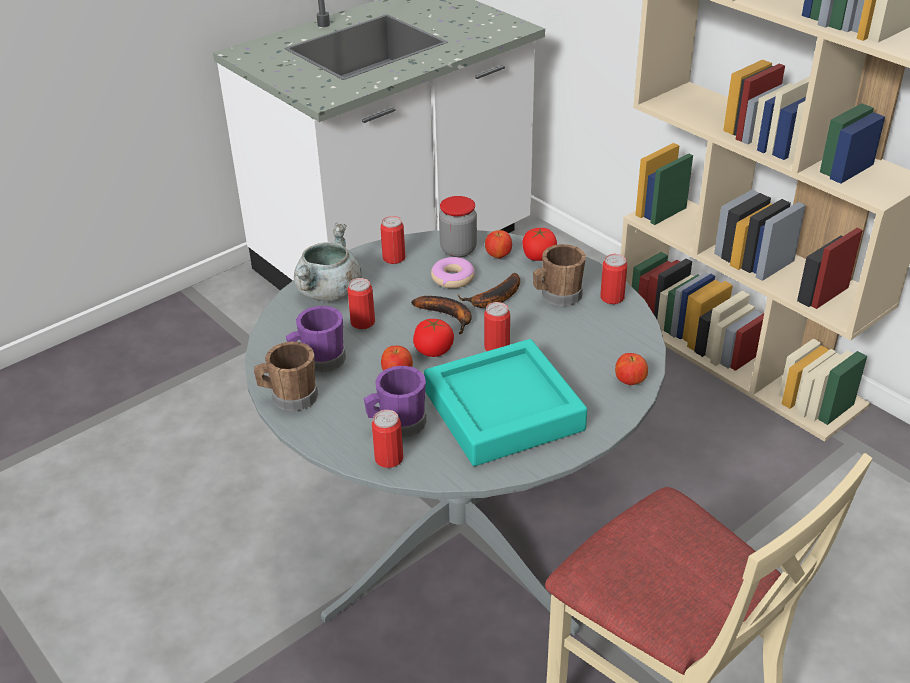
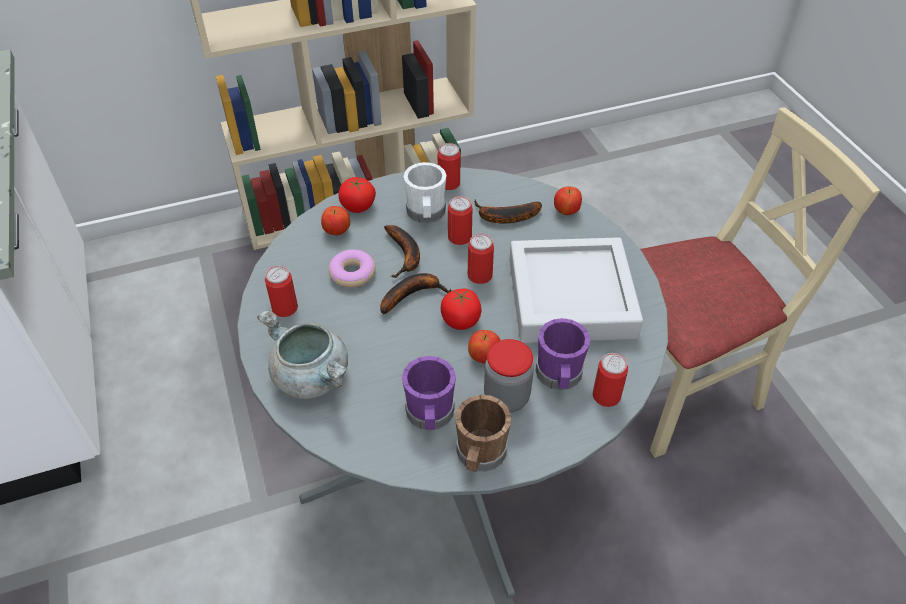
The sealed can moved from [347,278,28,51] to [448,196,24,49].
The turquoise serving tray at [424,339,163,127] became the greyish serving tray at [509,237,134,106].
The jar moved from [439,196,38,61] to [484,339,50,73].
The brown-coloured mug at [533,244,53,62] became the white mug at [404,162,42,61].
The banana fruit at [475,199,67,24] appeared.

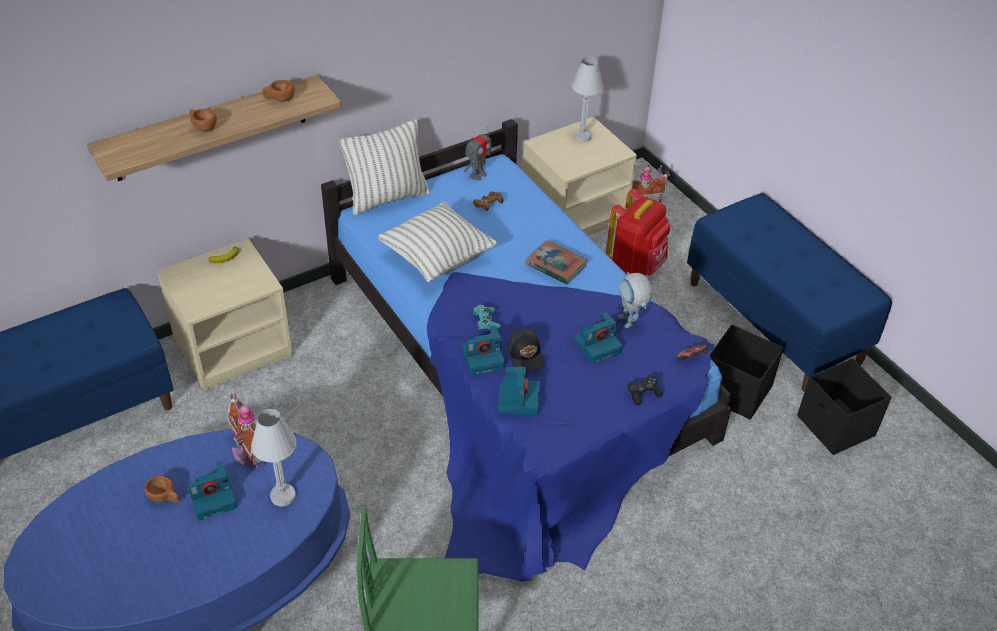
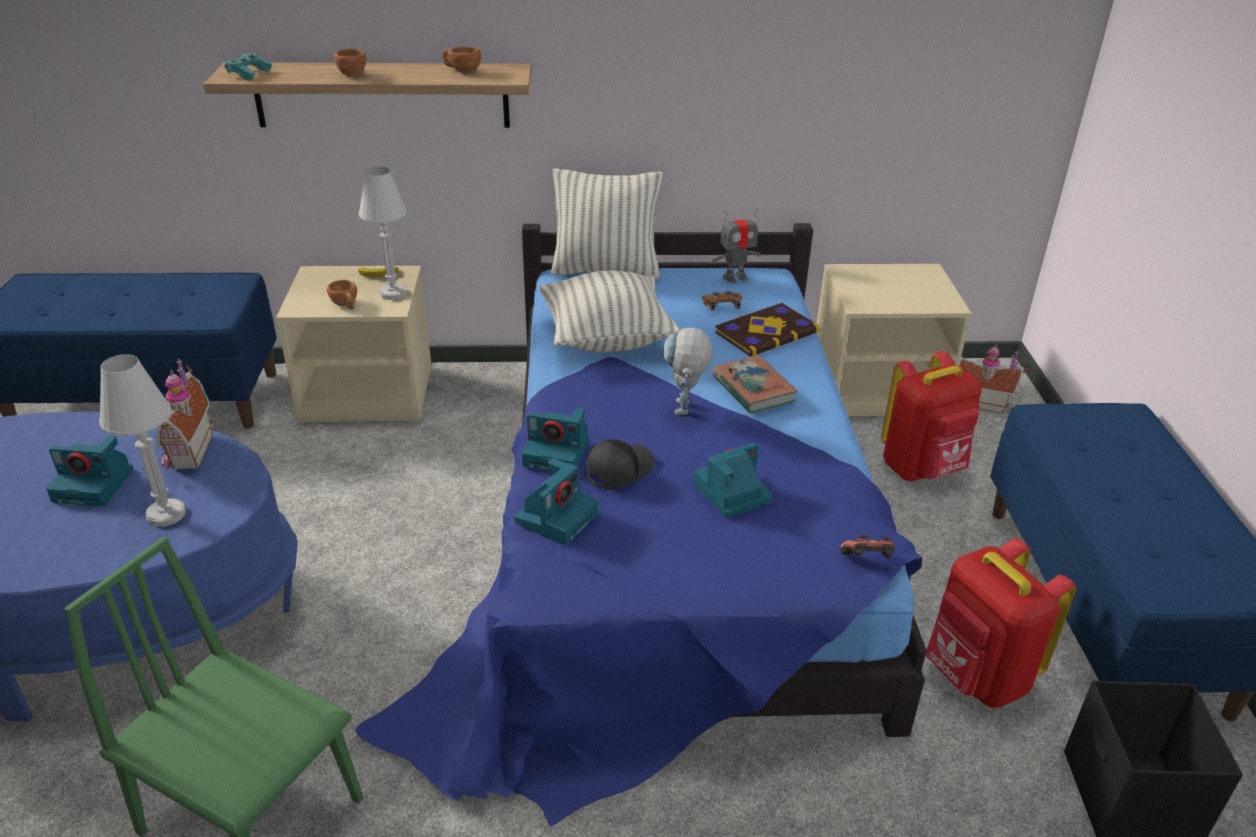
The brown-coloured drinking cup moved from [144,475,35,28] to [327,280,30,29].
The turquoise joypad moved from [472,305,29,25] to [225,53,47,27].
The blackish baseball cap at [507,329,38,43] turned 150 degrees counterclockwise.
The white table lamp moved from [572,57,31,85] to [359,167,48,133].
The photo camera at [573,312,49,52] turned 150 degrees clockwise.
The toy robot moved from [618,272,35,56] to [663,328,50,87].
The blackish joypad at [627,376,36,30] disappeared.
The blackish storage box at [710,324,74,95] was replaced by the reddish backpack at [925,538,151,170].
The book at [715,303,105,54] appeared.

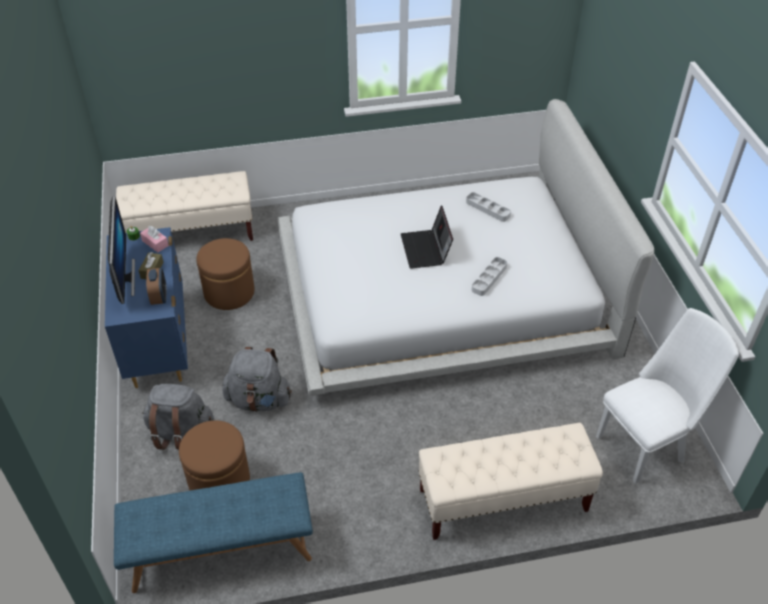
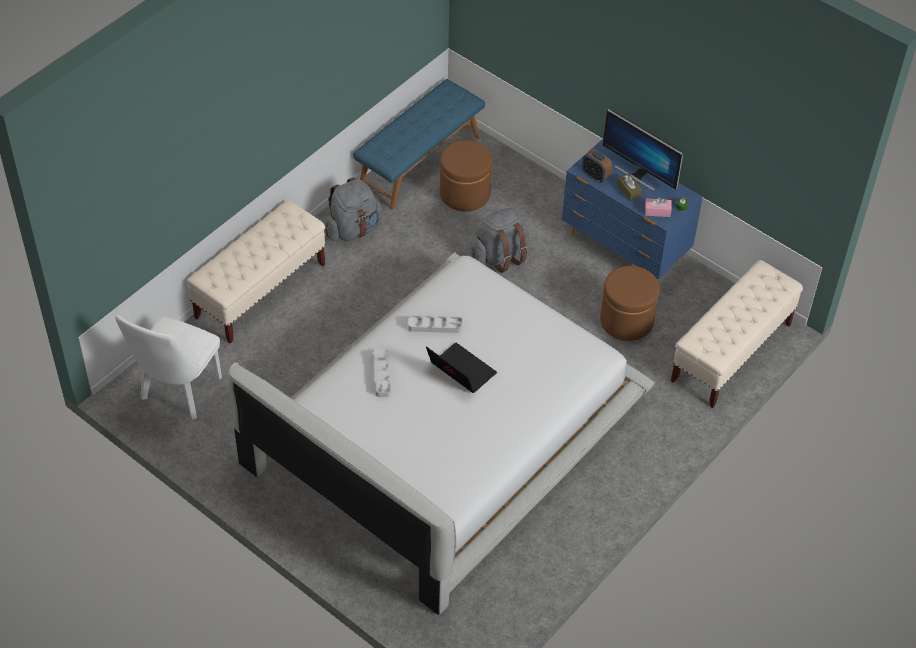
The greyish backpack moved from [142,384,72,66] to [324,177,59,64].
The greyish serving tray moved from [466,192,45,30] to [408,316,54,17].

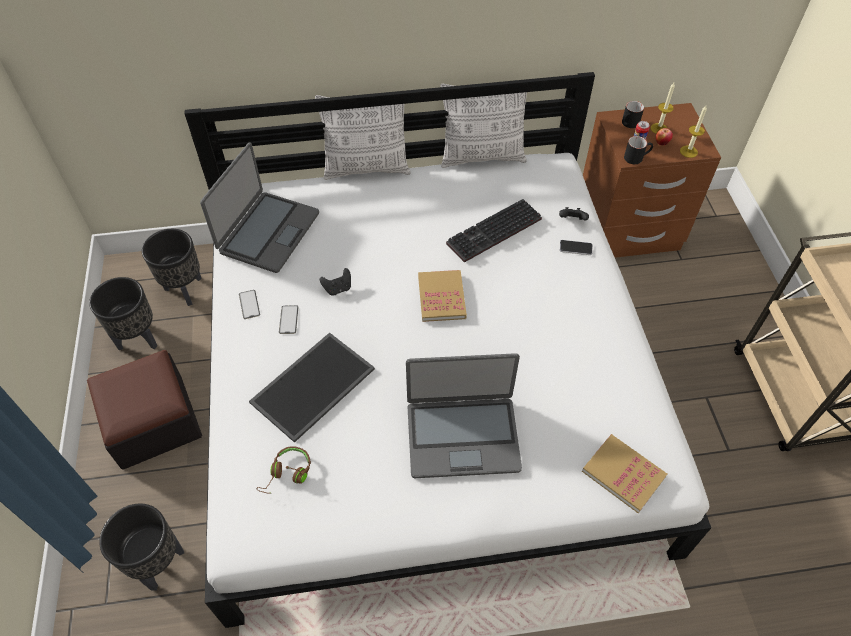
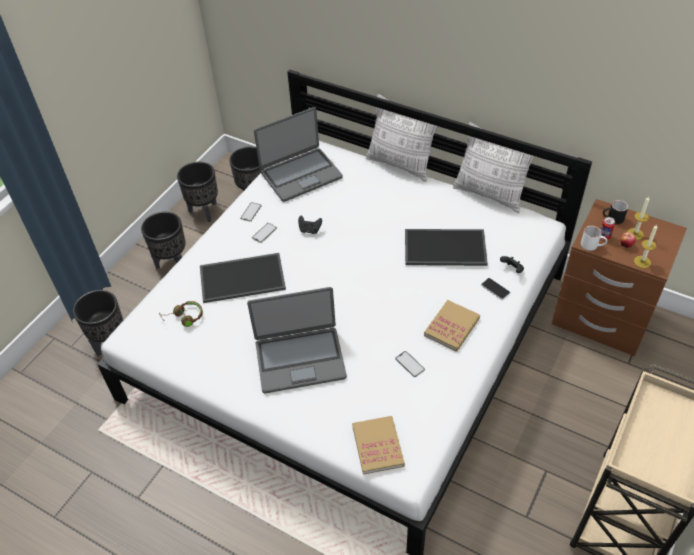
The footrest at [87,350,115,120] was replaced by the blackish planter at [141,212,45,57].
The portable computer at [406,353,116,125] turned 45 degrees counterclockwise.
The book moved from [418,270,49,52] to [424,300,56,51].
The keyboard at [446,199,96,64] was replaced by the serving tray at [405,229,83,37].
The blackish mug at [624,136,29,28] became the white mug at [581,226,26,25].
The phone at [395,351,30,26] appeared.

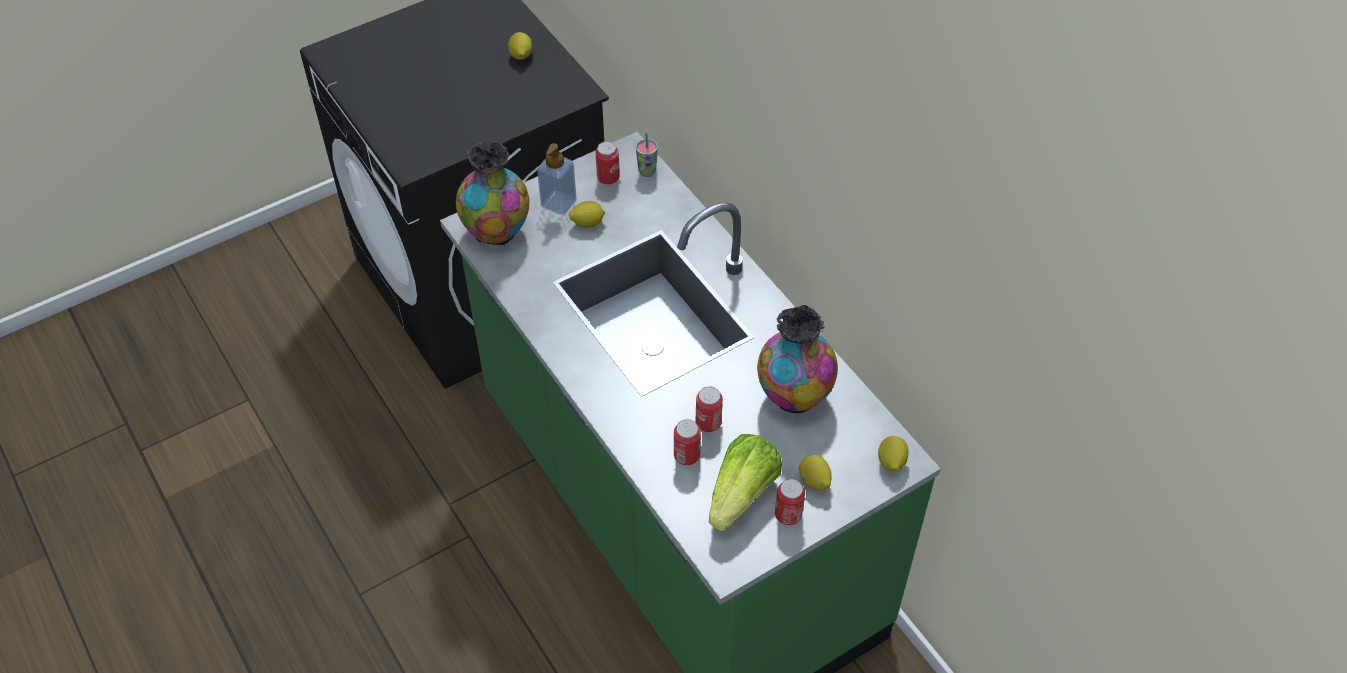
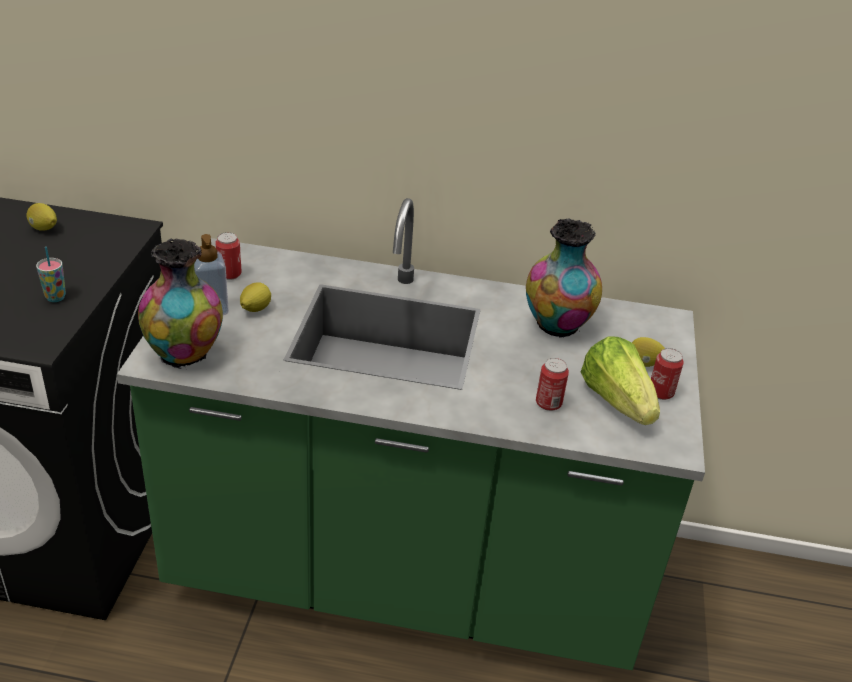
The drinking cup moved from [636,133,22,44] to [36,247,30,55].
The sealed can at [696,386,27,46] disappeared.
The citrus fruit at [878,436,30,36] disappeared.

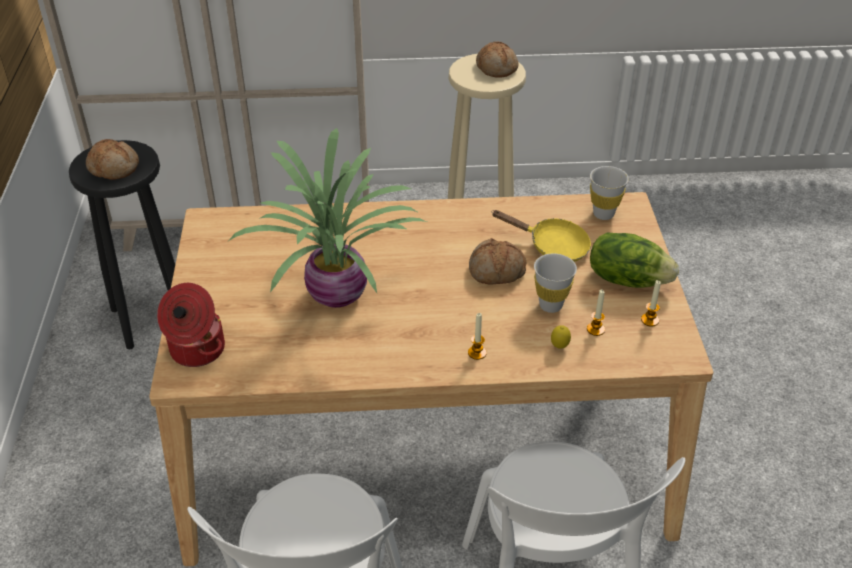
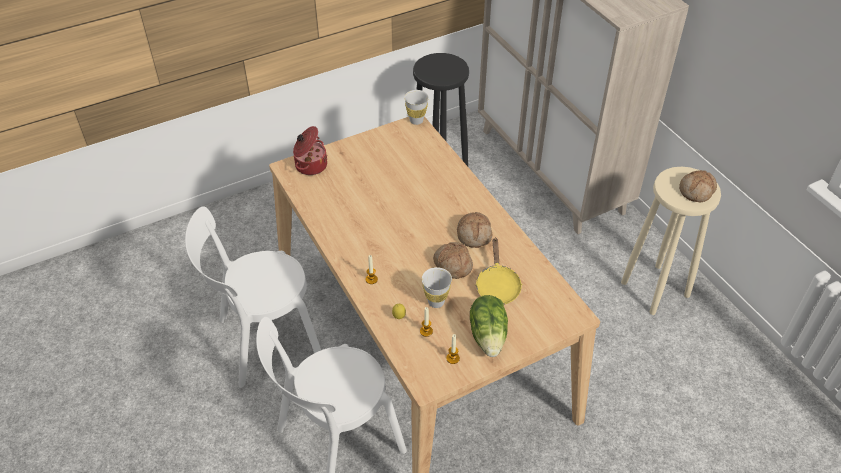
The bakery bread moved from [86,139,53,41] to [457,212,35,36].
The plant in a pot at [228,128,199,180] disappeared.
The white drinking cup moved from [590,166,39,54] to [404,90,25,35].

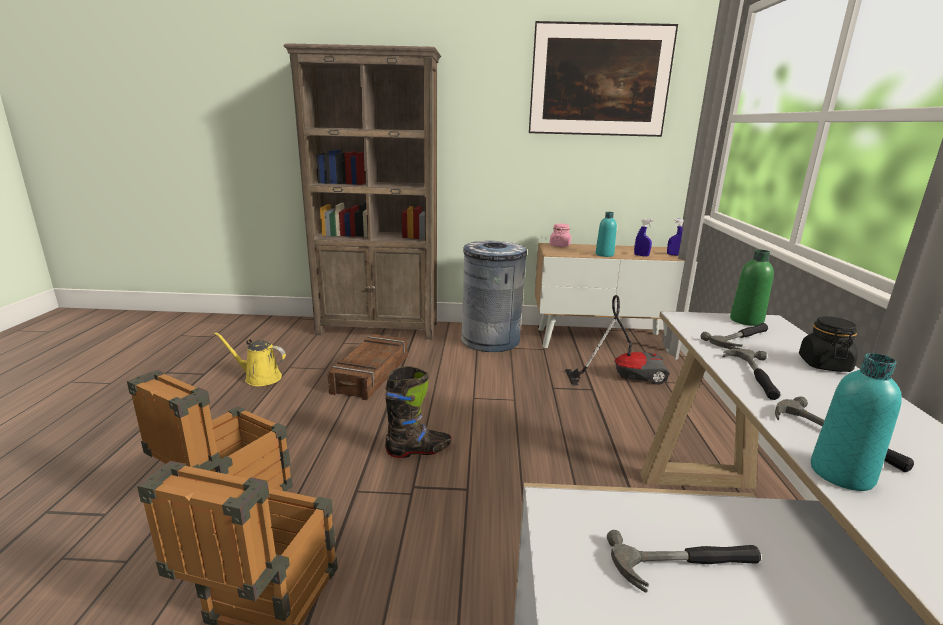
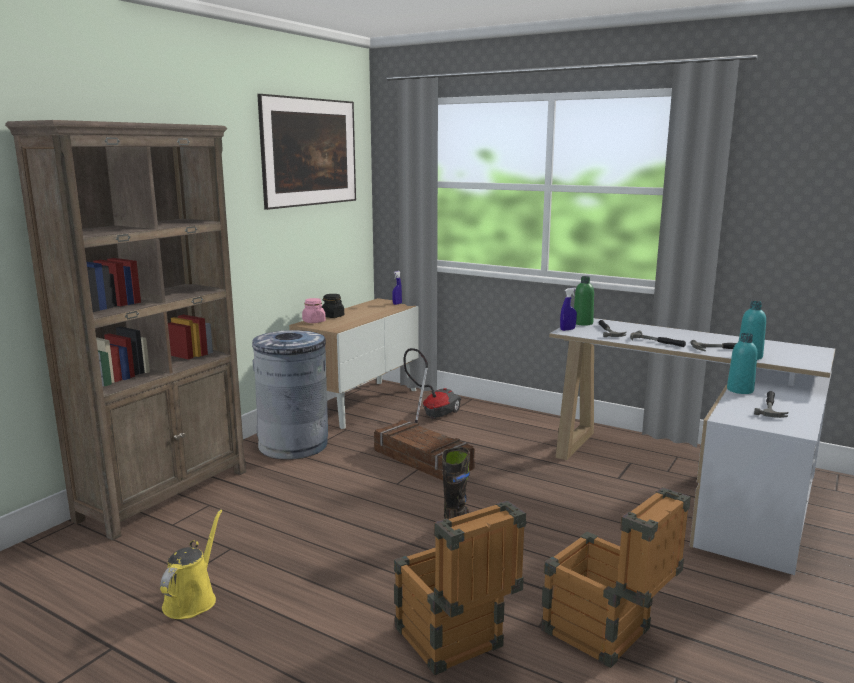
The yellowish watering can at [214,332,72,54] turned 150 degrees clockwise.
The shipping crate moved from [328,334,80,66] to [374,420,101,60].
The turquoise drink bottle moved from [596,212,21,45] to [727,333,30,61].
The blue sprayer moved from [634,219,19,38] to [560,288,17,43].
The blackish jar moved from [799,316,59,56] to [322,294,22,24].

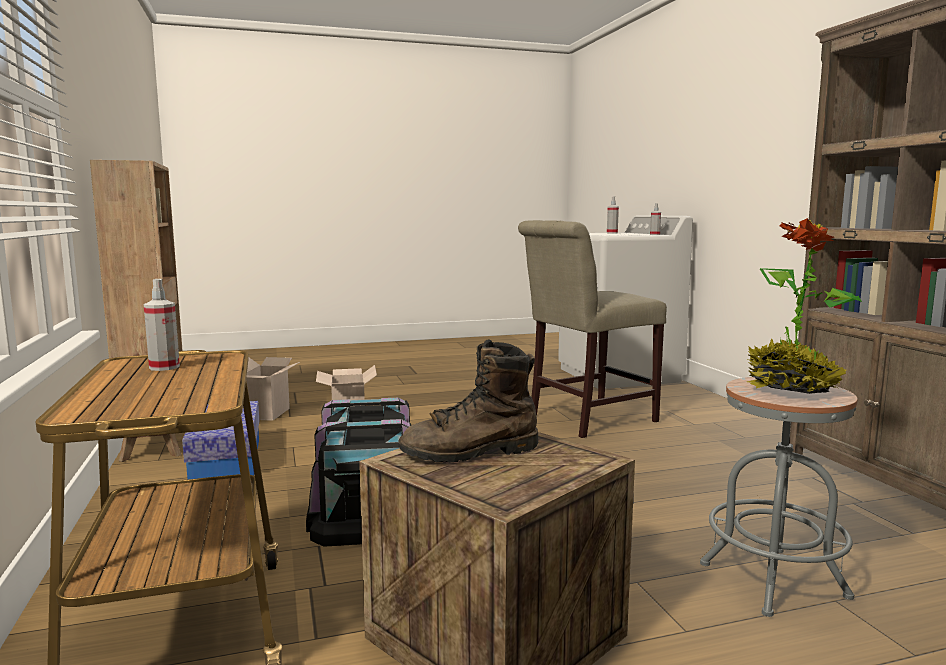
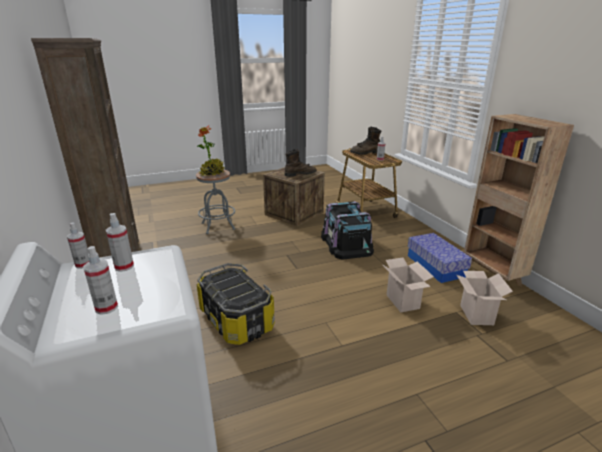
The beige-coloured upright chair at [518,220,149,218] was replaced by the storage box at [197,263,78,82].
The sprayer at [106,213,28,59] appeared.
The brown-coloured high-top boot at [350,126,32,29] appeared.

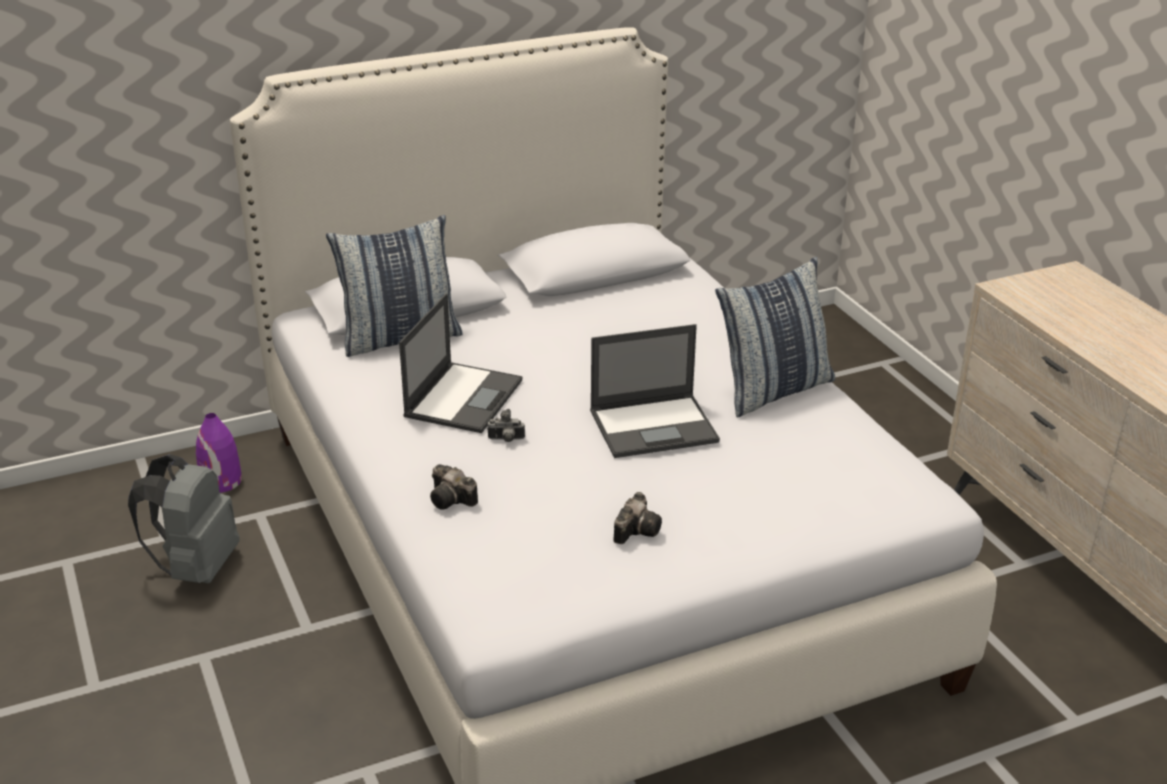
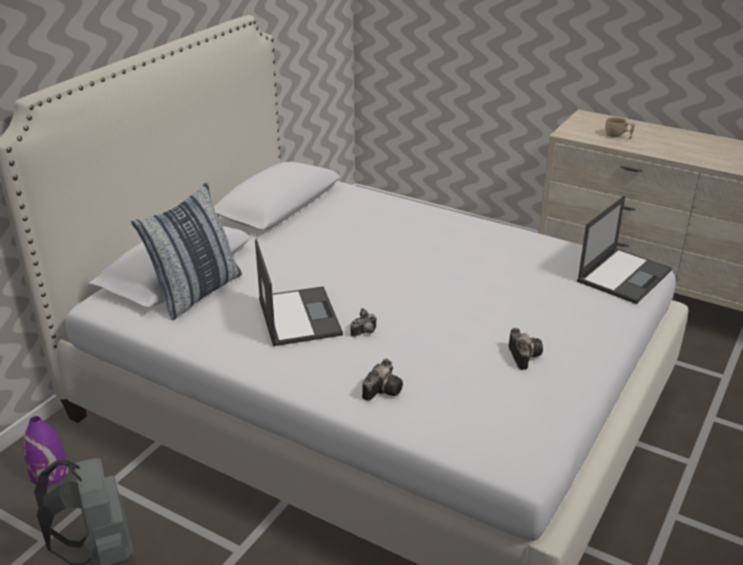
The photo camera at [430,464,48,46] turned 60 degrees counterclockwise.
The portable computer moved from [590,324,130,134] to [577,195,95,109].
The cushion at [715,257,120,160] disappeared.
The beige-coloured drinking cup at [605,117,30,22] appeared.

